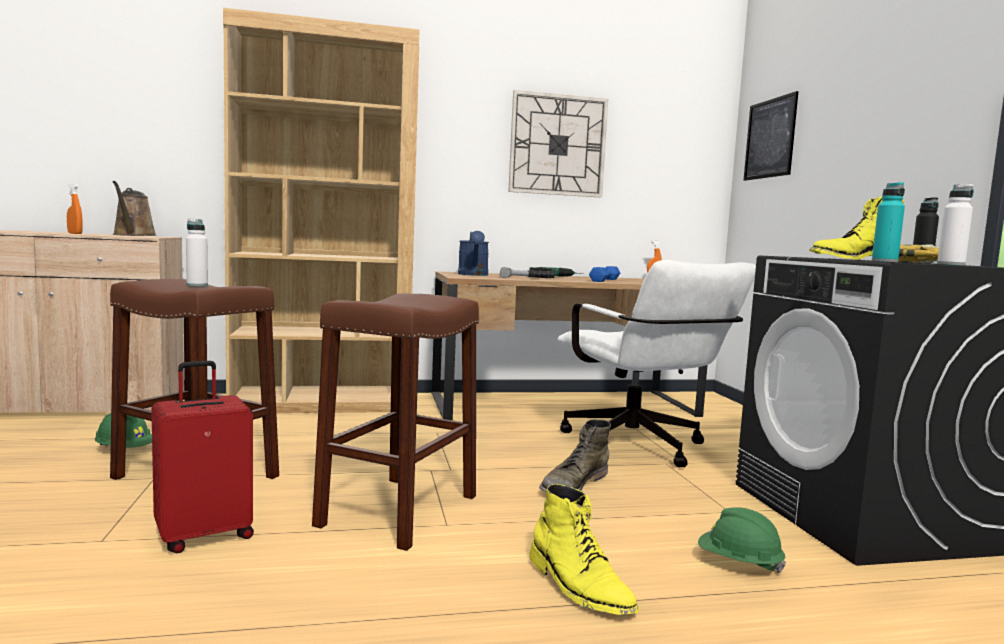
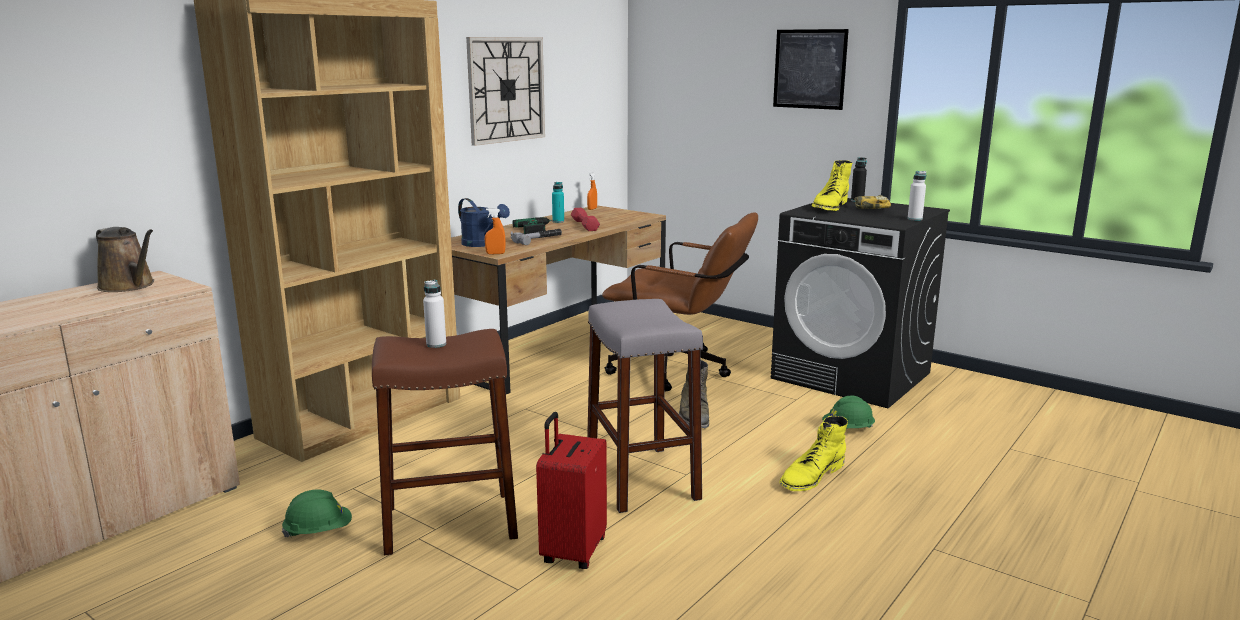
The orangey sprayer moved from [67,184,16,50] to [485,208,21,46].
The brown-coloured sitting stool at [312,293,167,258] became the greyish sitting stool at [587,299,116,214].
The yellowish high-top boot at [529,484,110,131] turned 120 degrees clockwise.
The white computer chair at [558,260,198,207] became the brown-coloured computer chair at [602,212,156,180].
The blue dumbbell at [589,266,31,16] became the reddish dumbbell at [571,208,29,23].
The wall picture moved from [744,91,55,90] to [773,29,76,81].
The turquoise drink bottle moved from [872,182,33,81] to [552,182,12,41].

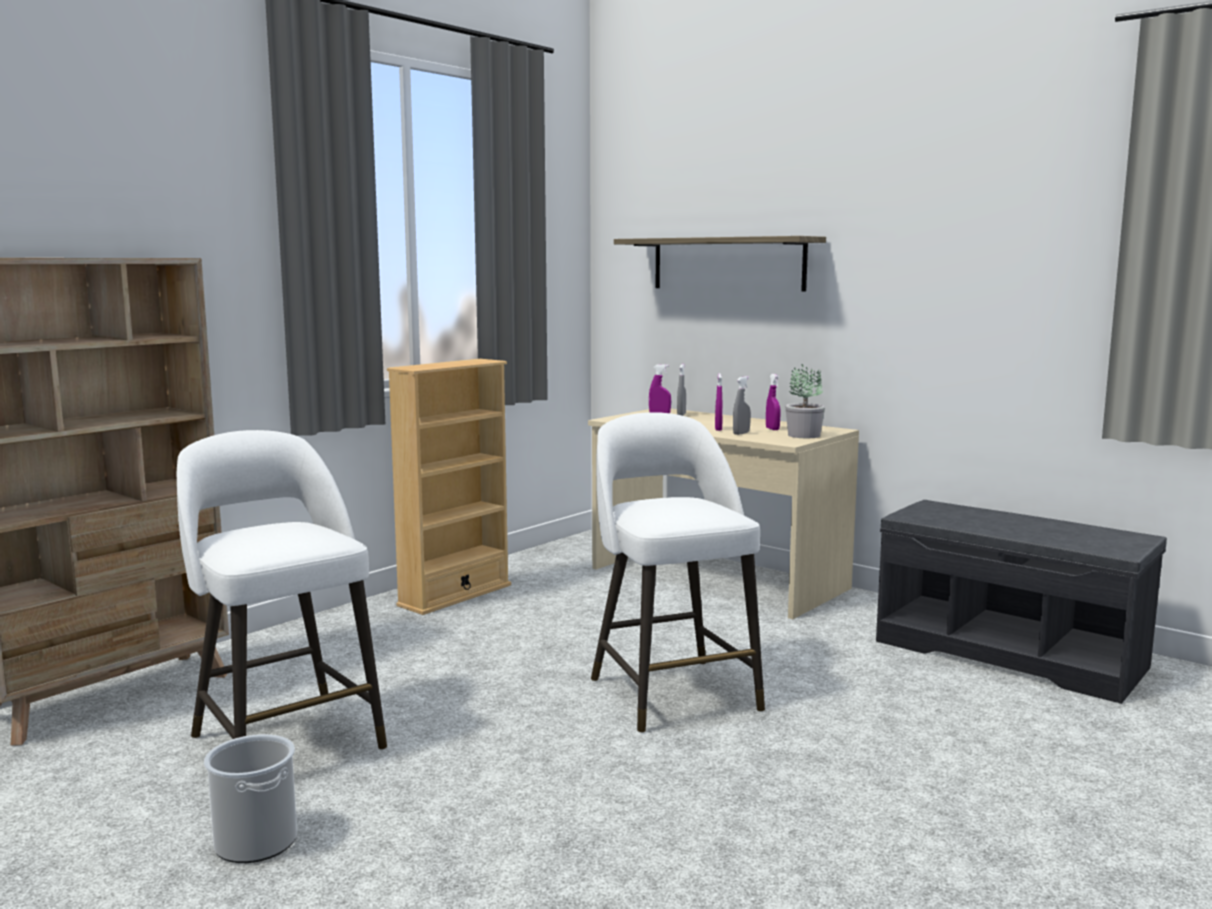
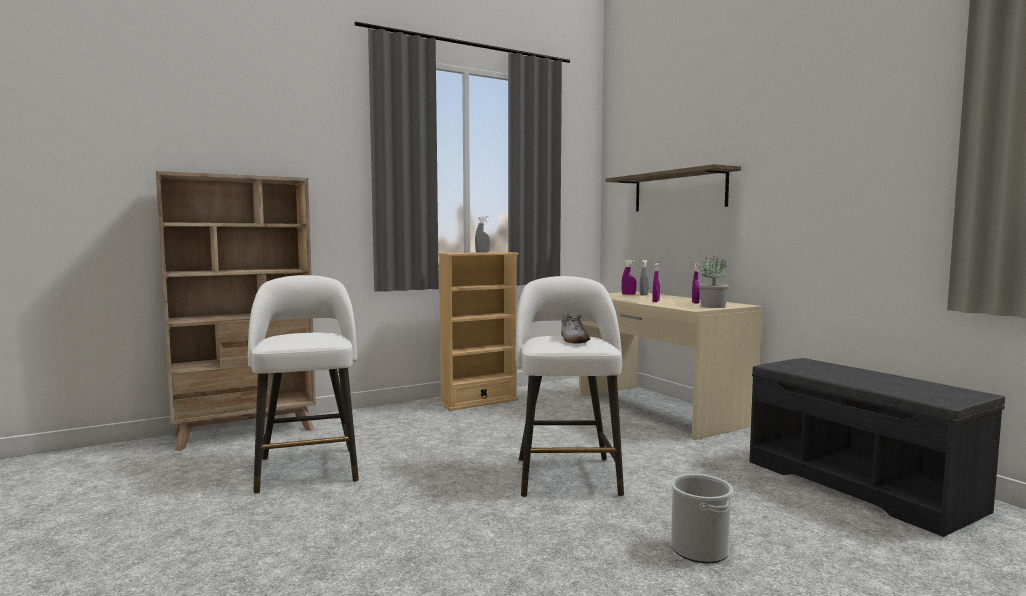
The pail moved from [204,734,93,129] to [671,474,62,89].
The greyish sprayer moved from [733,376,18,59] to [475,216,15,37].
The item of footwear at [561,314,29,30] appeared.

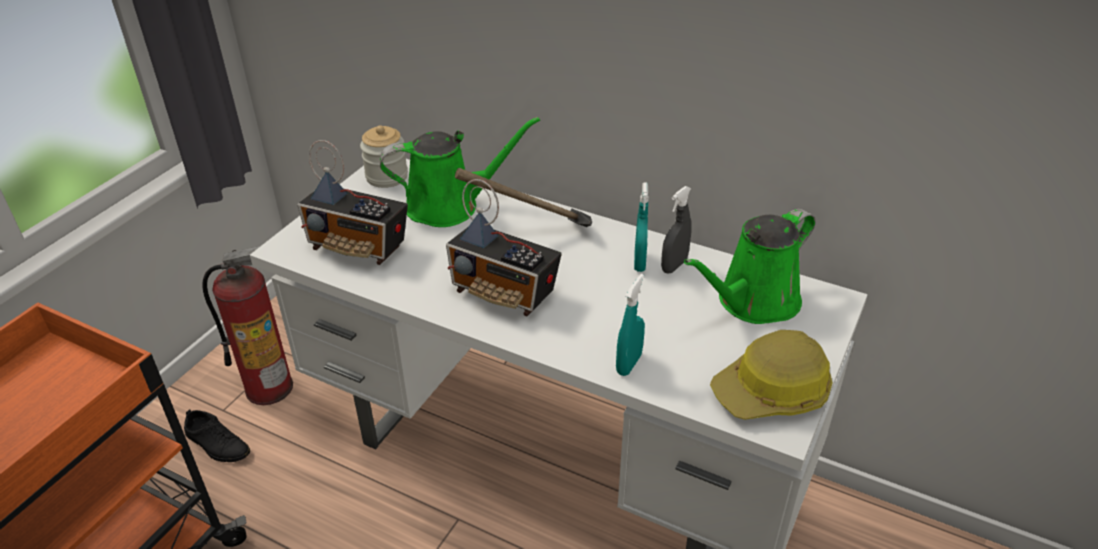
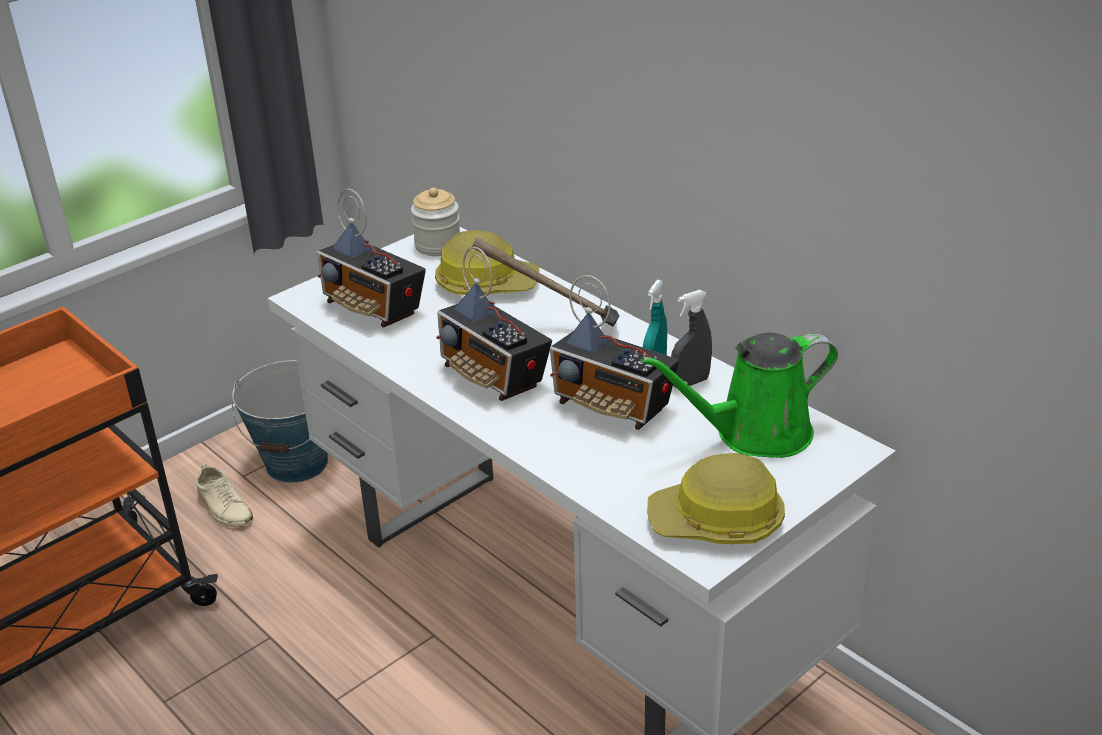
The blackish item of footwear at [184,409,66,53] became the beige-coloured item of footwear at [196,464,57,63].
The extinguisher at [202,246,91,159] was replaced by the pail at [232,360,96,123].
The green-coloured watering can at [380,117,160,110] was replaced by the work helmet at [435,230,104,65].
The turquoise sprayer at [616,274,29,102] disappeared.
The radio receiver at [550,275,129,155] appeared.

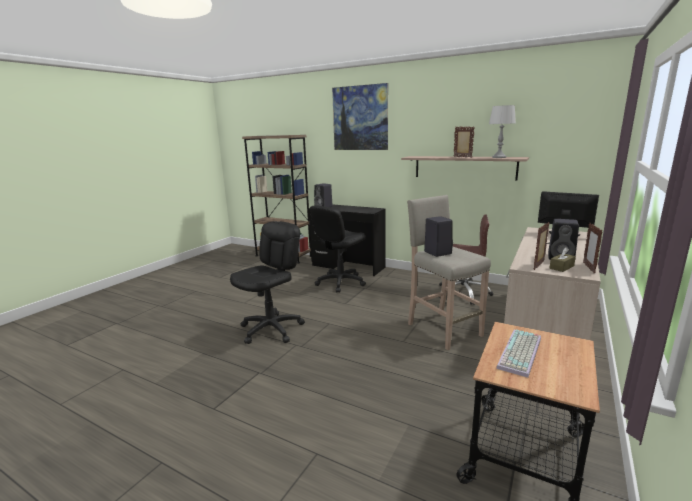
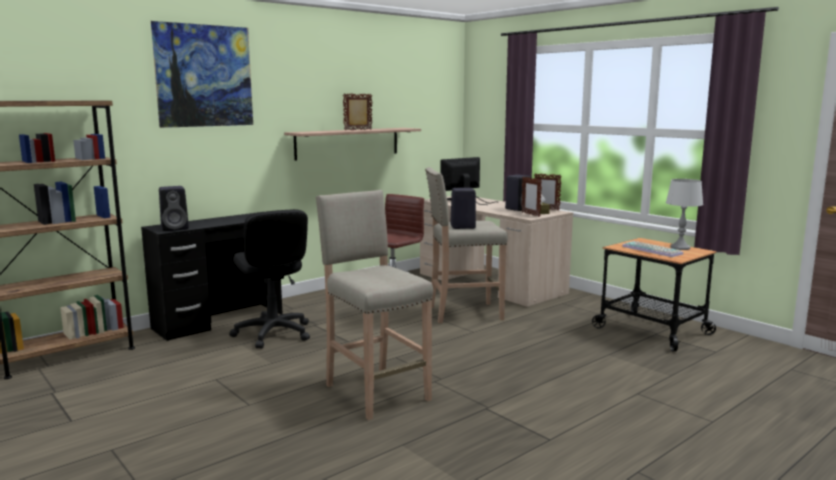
The blackish computer chair at [230,221,75,123] was replaced by the beige-coloured sitting stool at [316,190,117,230].
The greyish table lamp moved from [489,105,27,53] to [666,179,37,71].

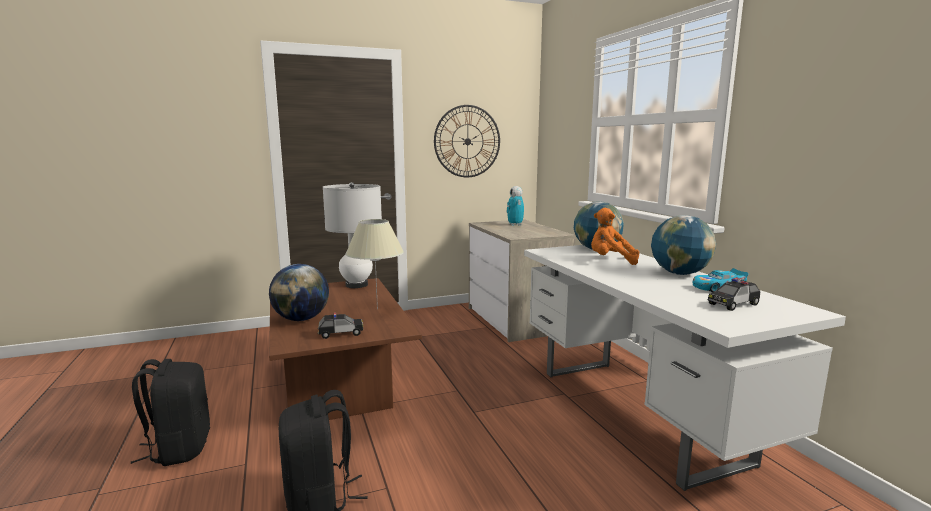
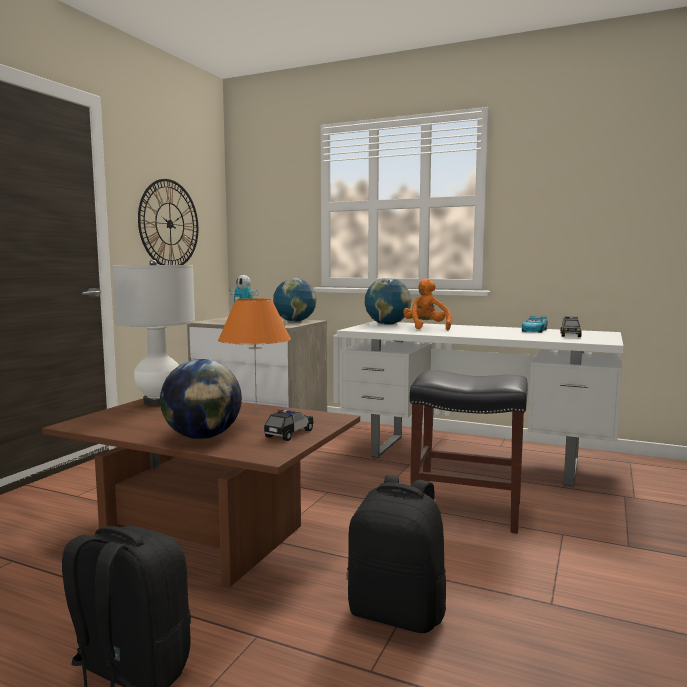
The beige-coloured table lamp at [346,219,58,90] became the orangey table lamp at [218,298,73,114].
The orangey plush toy at [591,208,48,57] turned 105 degrees clockwise.
The world globe moved from [651,215,65,60] to [273,278,44,44].
The blackish sitting stool at [410,370,118,164] appeared.

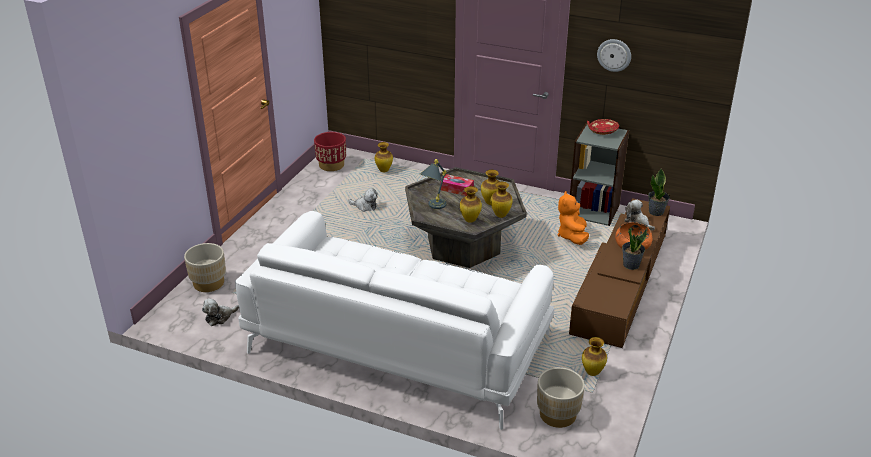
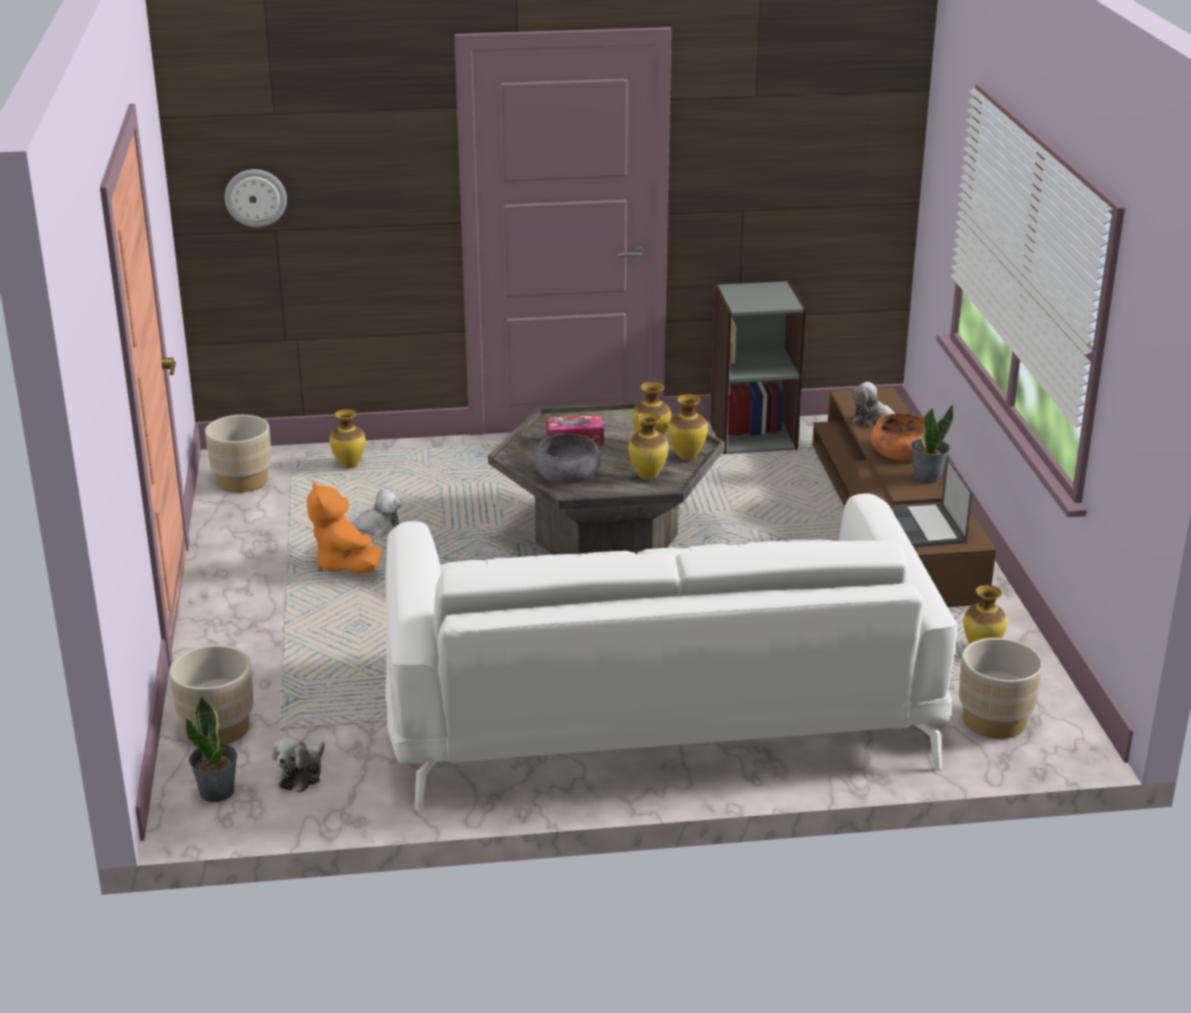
The reddish planter at [314,132,32,39] became the beige-coloured planter at [205,415,66,78].
The greyish table lamp at [420,159,27,50] was replaced by the greyish deep dish at [534,434,66,50].
The orangey plush toy moved from [558,191,31,54] to [307,481,74,93].
The reddish deep dish at [587,119,33,16] disappeared.
The hanging clock moved from [597,39,34,33] to [225,169,62,58].
The plant in a pot moved from [648,168,22,48] to [185,695,52,107].
The portable computer at [890,456,83,91] appeared.

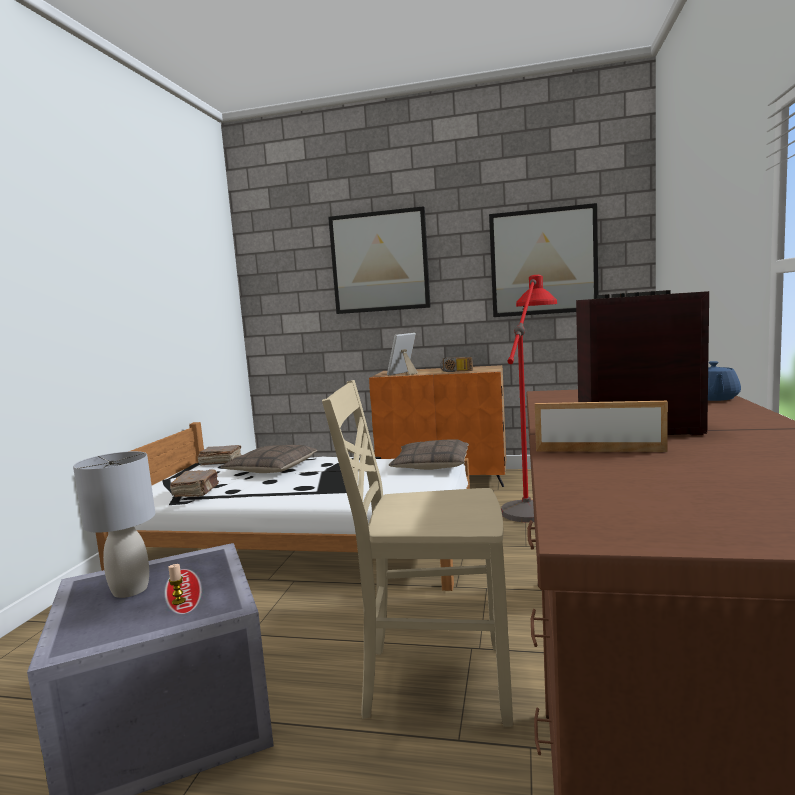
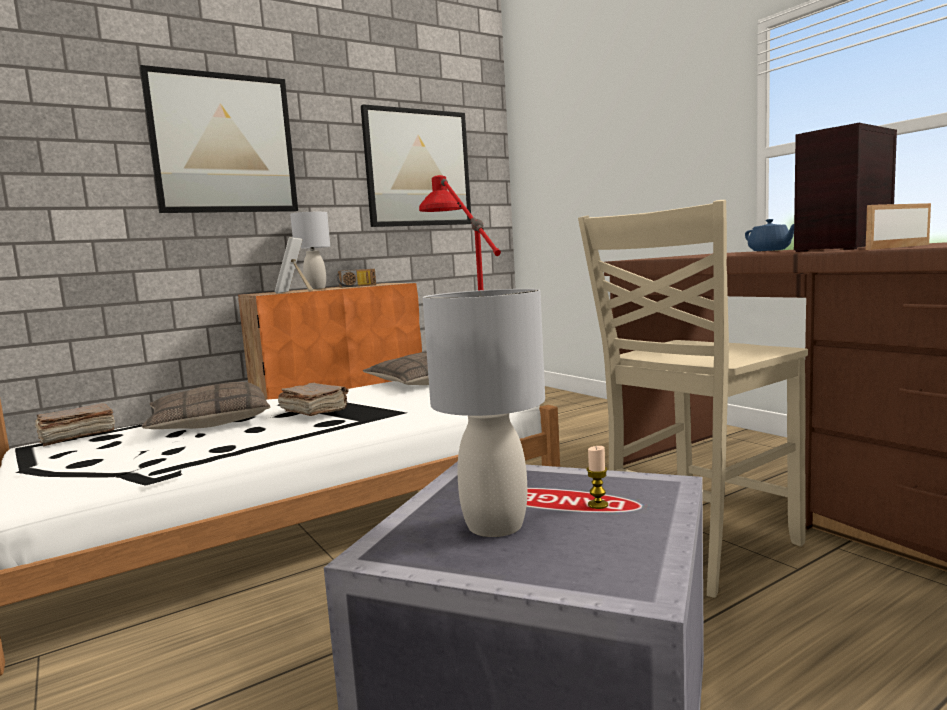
The brown-coloured book moved from [170,469,49,28] to [278,382,71,34].
The greyish table lamp at [290,212,40,77] appeared.

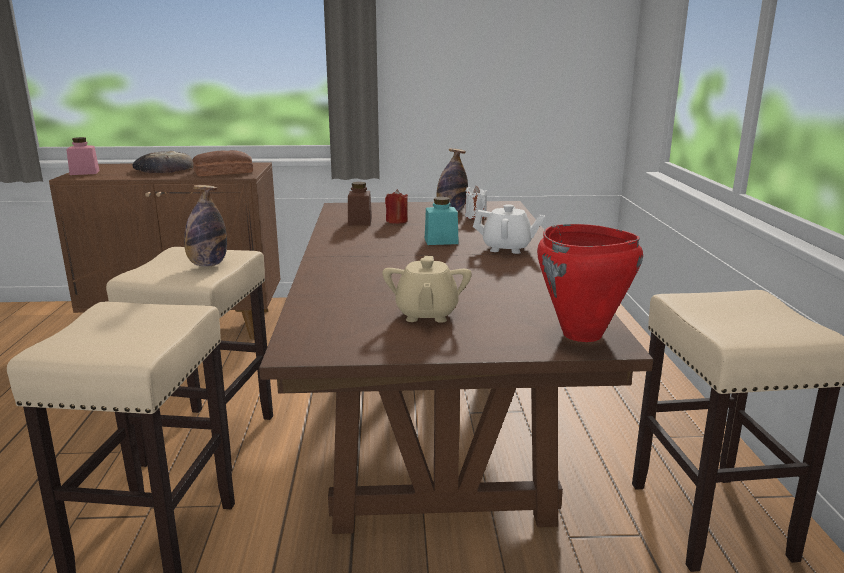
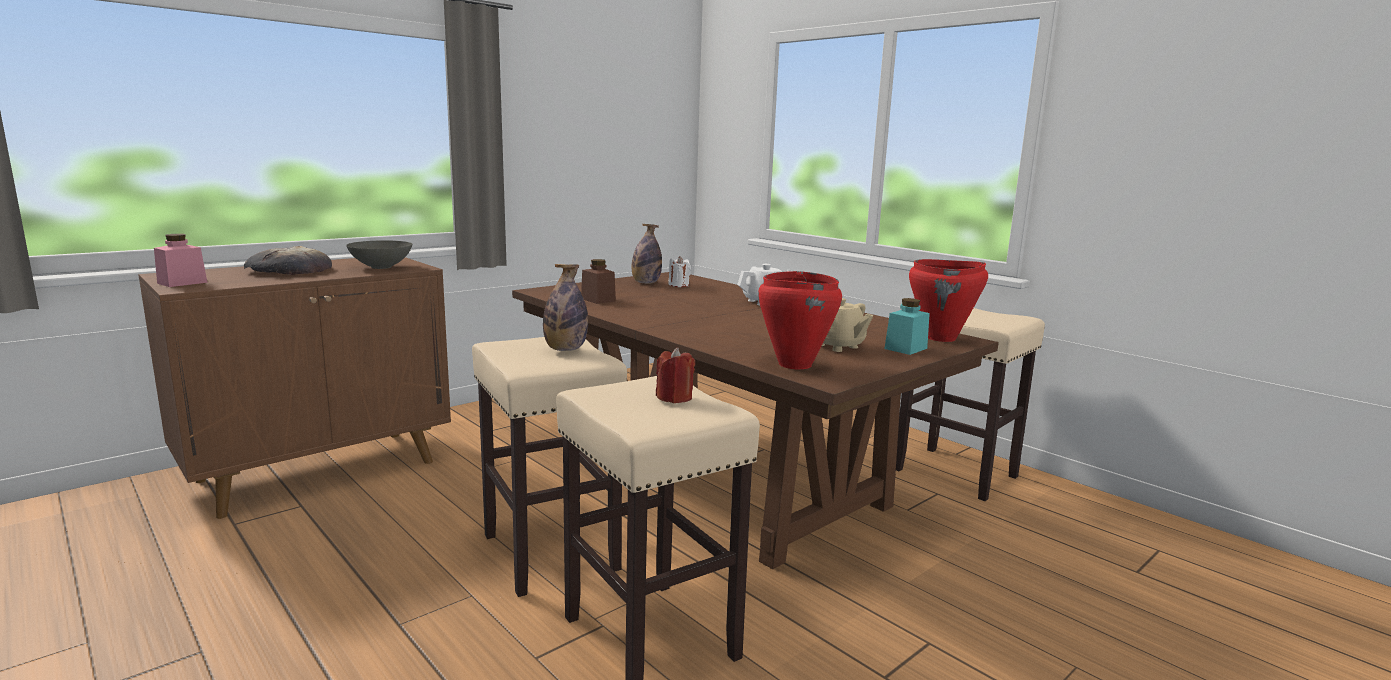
The bakery bread at [193,150,60,26] was replaced by the greyish deep dish at [346,240,66,29].
The reddish wax candle moved from [385,189,23,35] to [656,347,39,56].
The turquoise jar moved from [425,197,34,48] to [884,298,46,57].
The reddish saucepot at [758,271,84,98] appeared.

